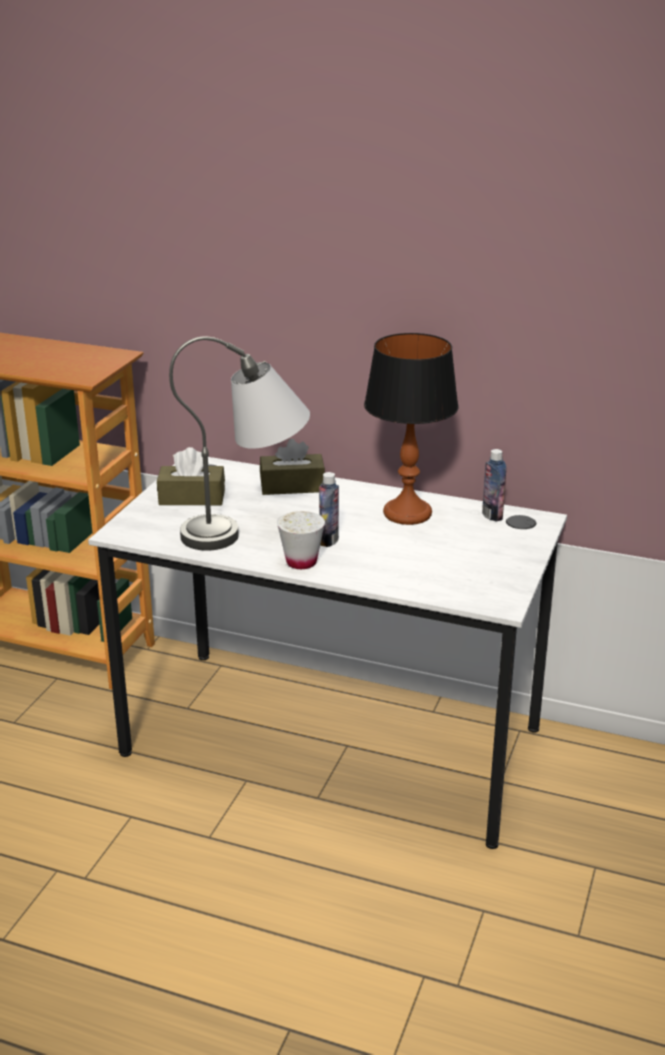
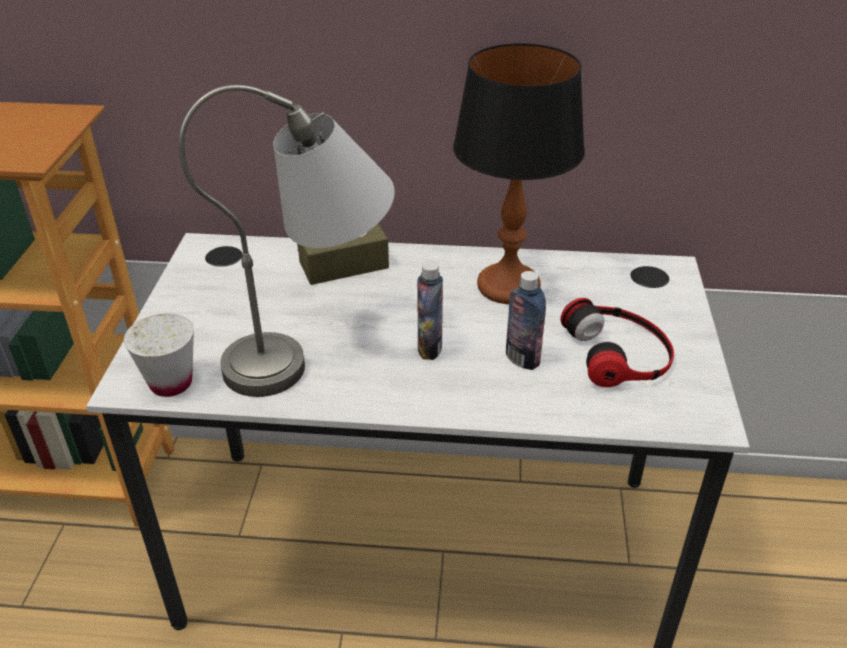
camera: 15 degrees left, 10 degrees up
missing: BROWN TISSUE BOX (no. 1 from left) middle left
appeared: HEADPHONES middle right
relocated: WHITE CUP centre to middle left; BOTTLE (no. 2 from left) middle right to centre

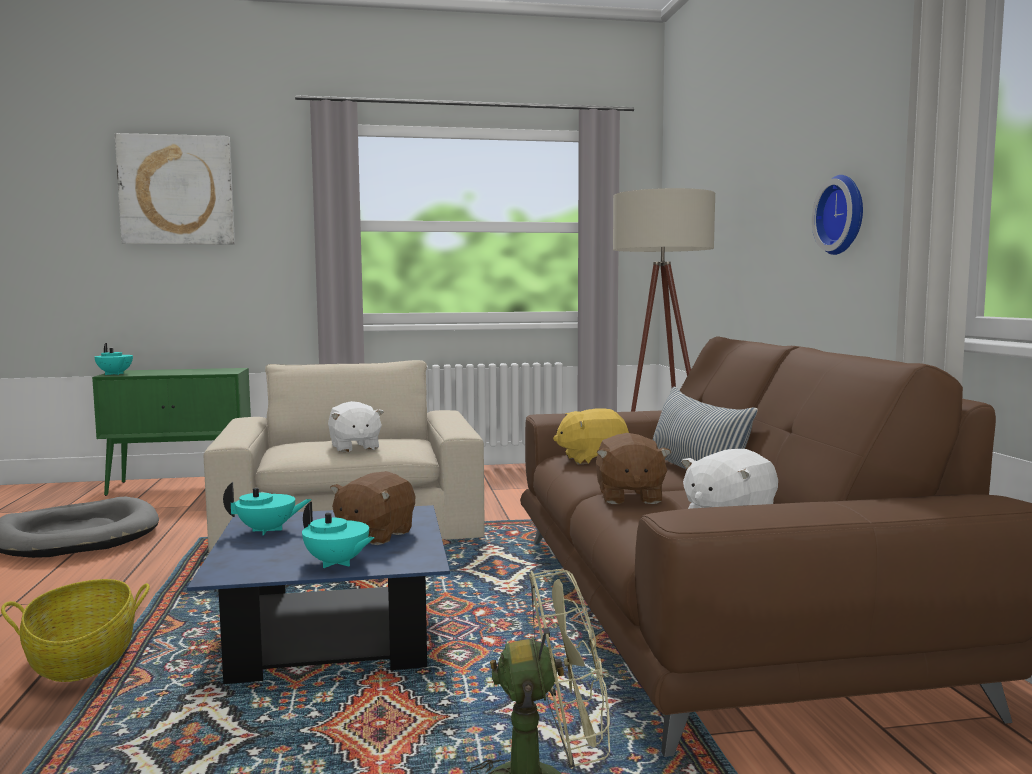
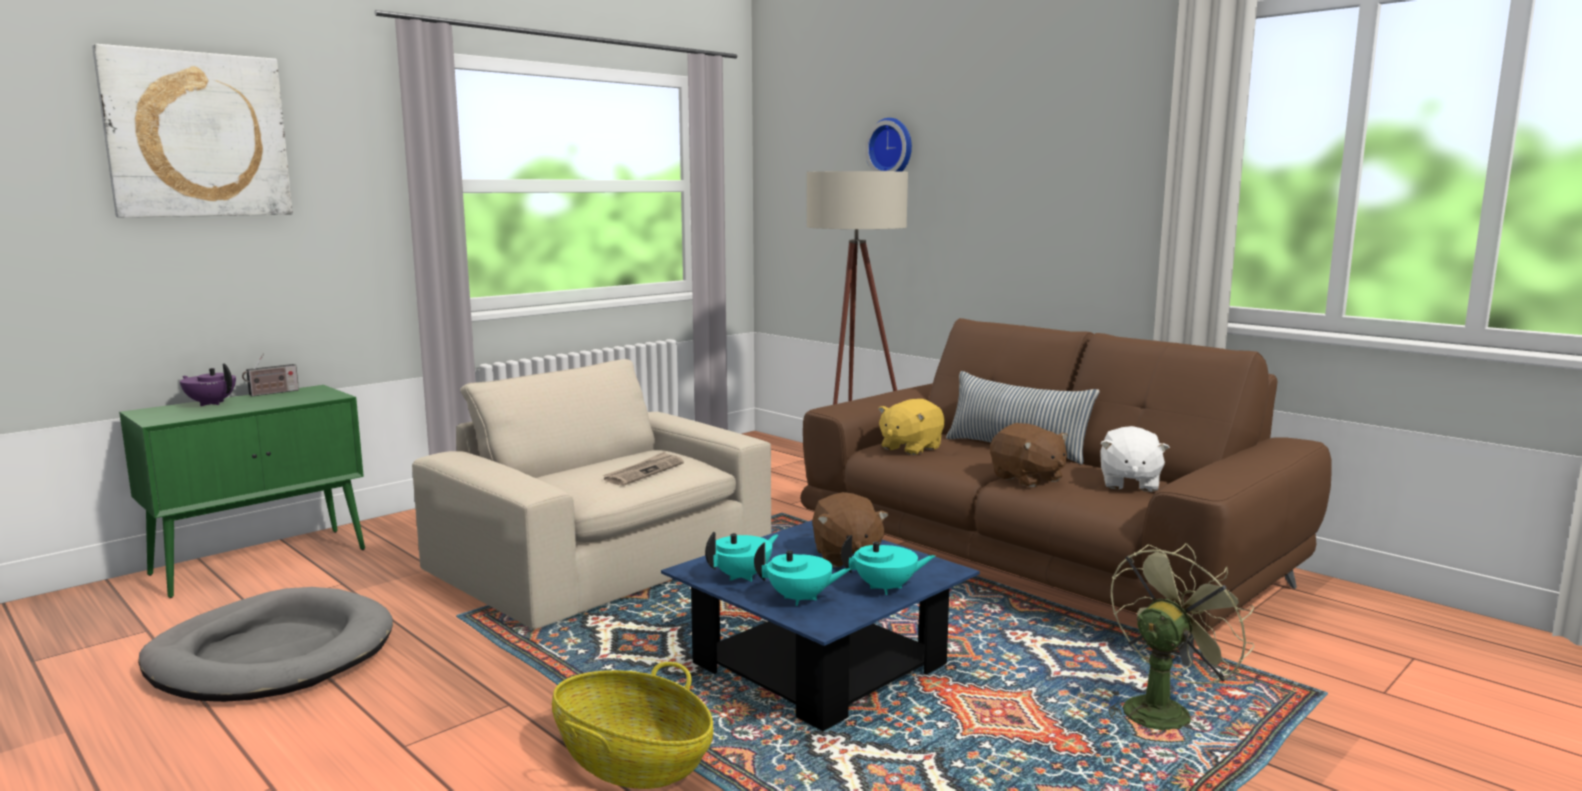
camera: 35 degrees left, 5 degrees up
appeared: PURPLE TEAPOT middle left; RADIO middle left
relocated: TURQUOISE TEAPOT (no. 1 from left in the first image) middle left to TURQUOISE TEAPOT (no. 2 from left) bottom centre; WALL CLOCK top right to top centre
exchanged: WHITE PLUSH TOY (no. 1 from left) centre to NEWSPAPER centre

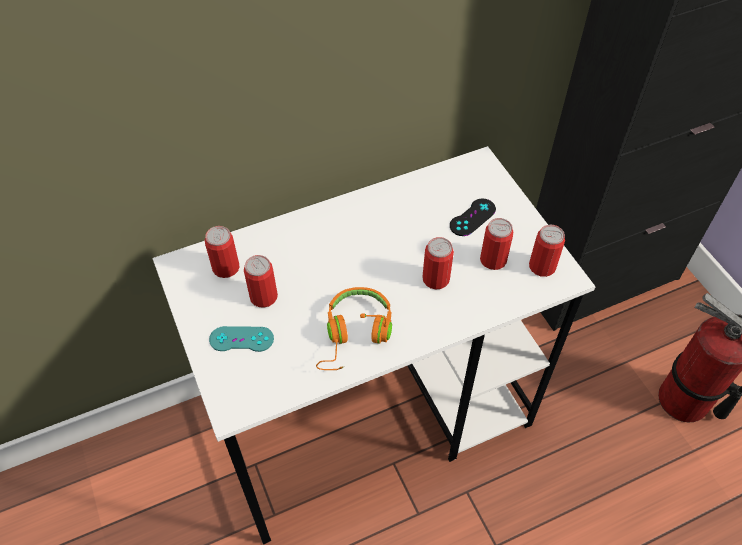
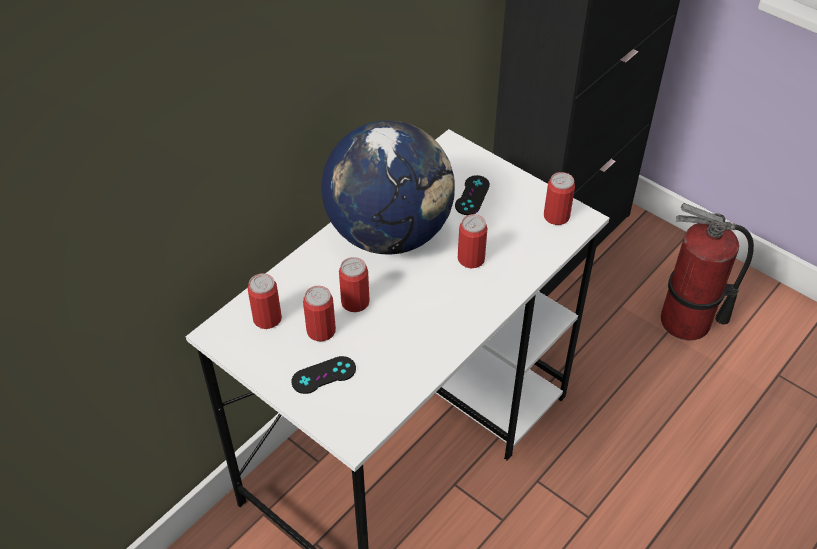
camera: 25 degrees left, 5 degrees down
missing: ORANGE HEADPHONES centre
appeared: GLOBE centre
relocated: CAN (no. 4 from left in the first image) middle right to CAN (no. 3 from left) centre
colour: TURQUOISE GAME CONTROLLER middle left to BLACK GAME CONTROLLER (no. 1 from left) bottom centre

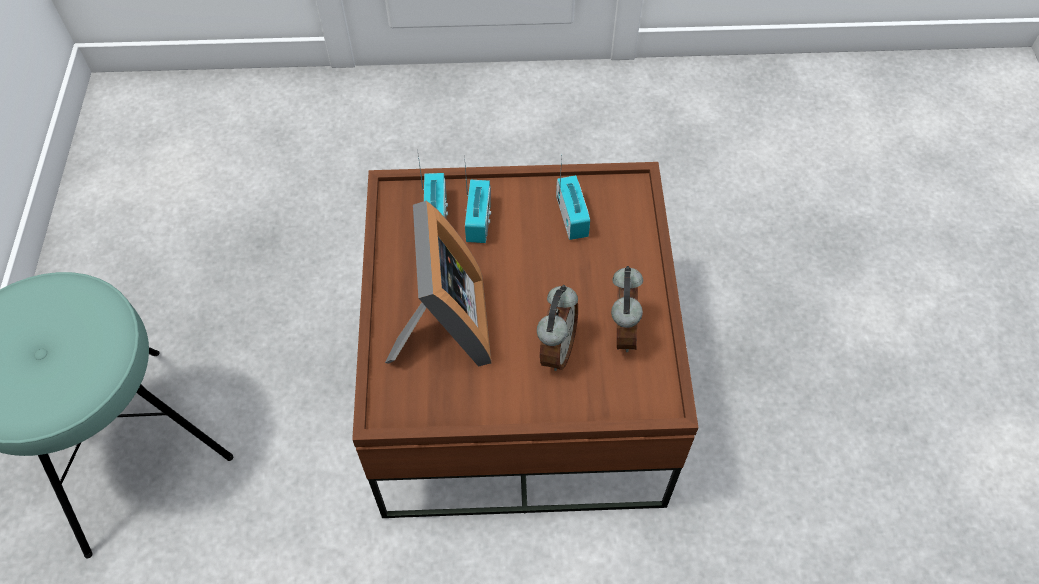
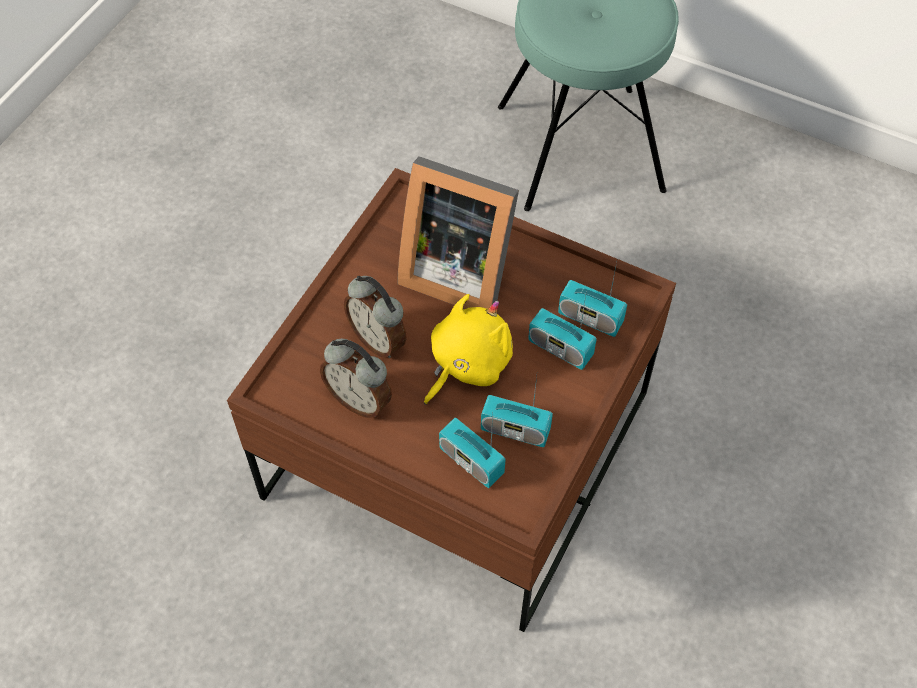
camera: 120 degrees right, 0 degrees up
appeared: YELLOW PLUSH TOY centre; RADIO (no. 1 from left) centre

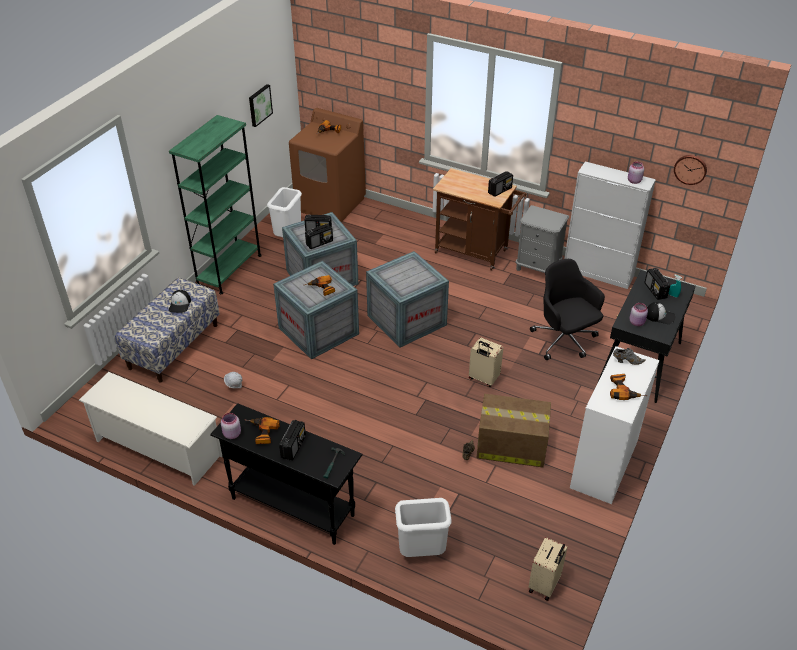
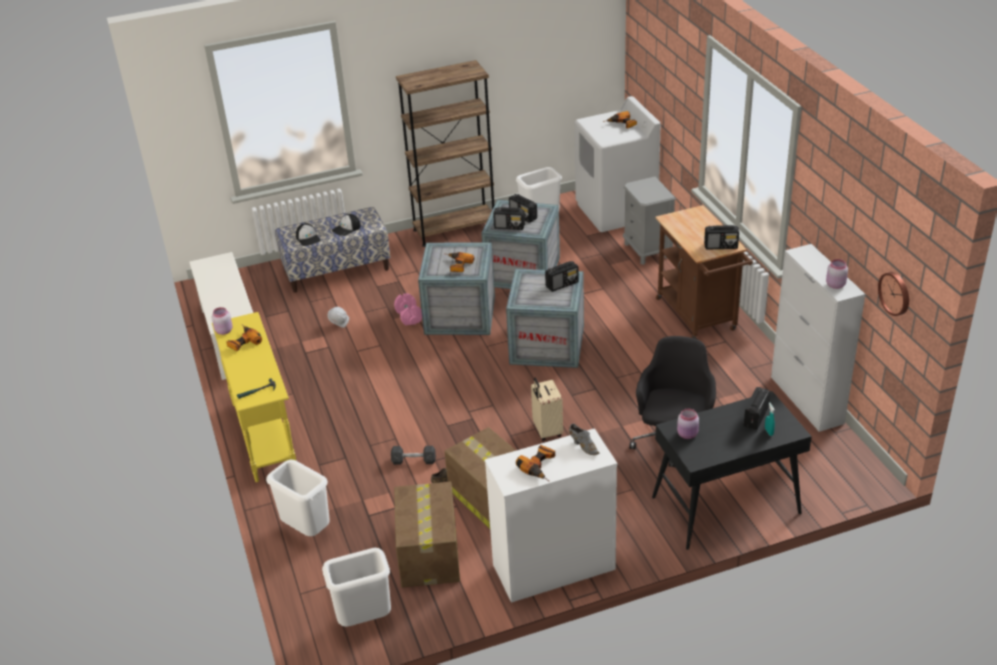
camera: 45 degrees right, 5 degrees down
missing: PICTURE top left
appeared: GREY DUMBBELL bottom centre; PINK DUMBBELL centre; CARDBOARD BOX (no. 1 from left) bottom centre
relocated: CAP (no. 2 from left in the first image) middle right to CAP (no. 1 from left) middle left; RADIO (no. 1 from left in the first image) bottom centre to RADIO (no. 3 from left) centre; GREY NIGHTSTAND middle right to top centre
exchanged: BEIGE SUITCASE (no. 2 from left) bottom right to WHITE TRASH CAN (no. 2 from left) bottom centre
colour: BLACK CONSOLE TABLE bottom centre to YELLOW CONSOLE TABLE middle left; GREEN BOOKCASE top left to BROWN BOOKCASE top centre; BROWN WASHING MACHINE top centre to WHITE WASHING MACHINE top centre

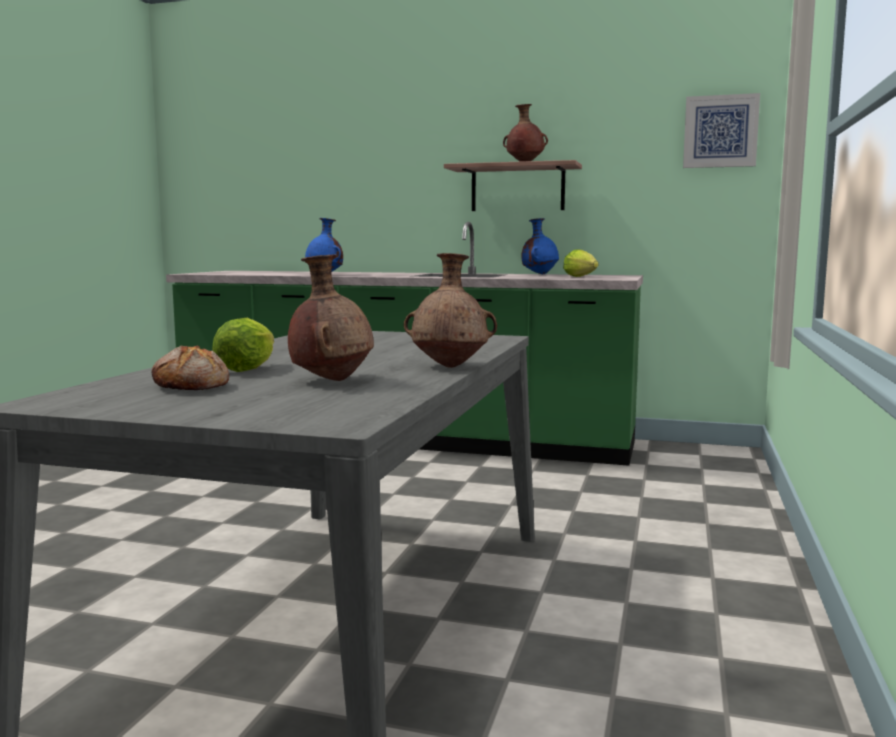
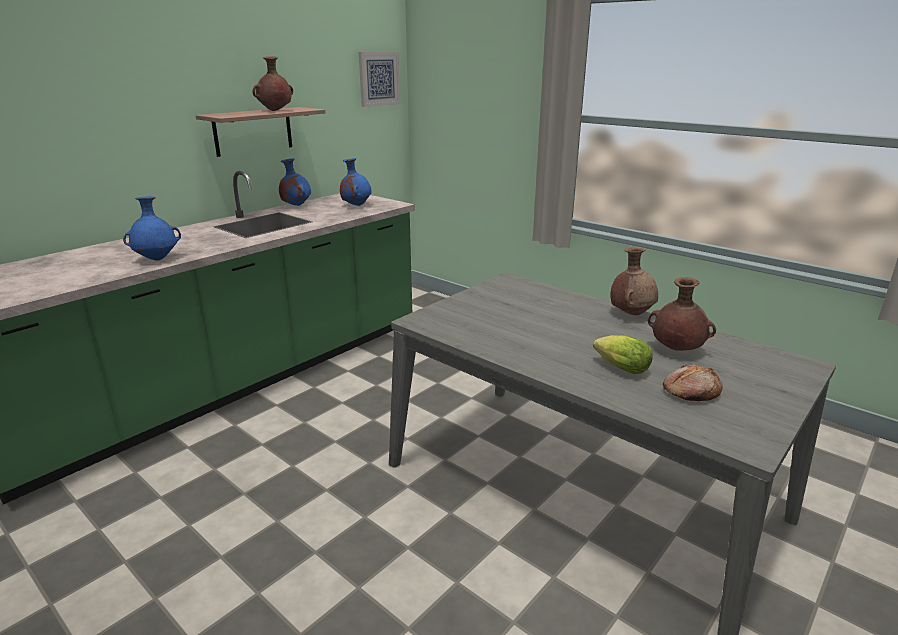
camera: 65 degrees left, 15 degrees up
exchanged: LETTUCE (no. 2 from left) centre to BLUE VASE (no. 3 from left) top centre

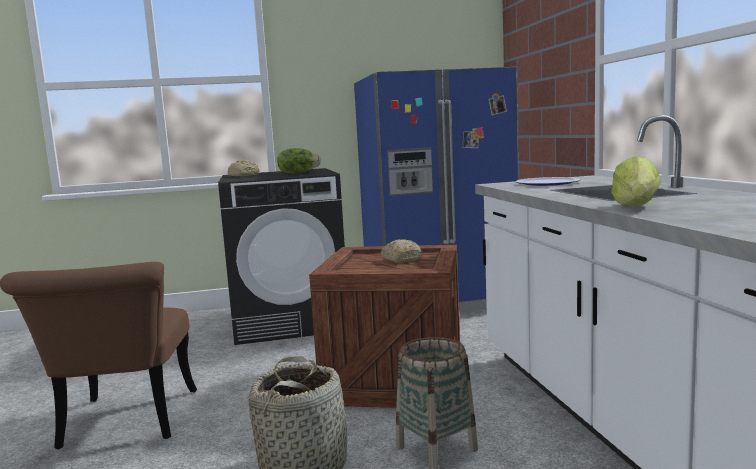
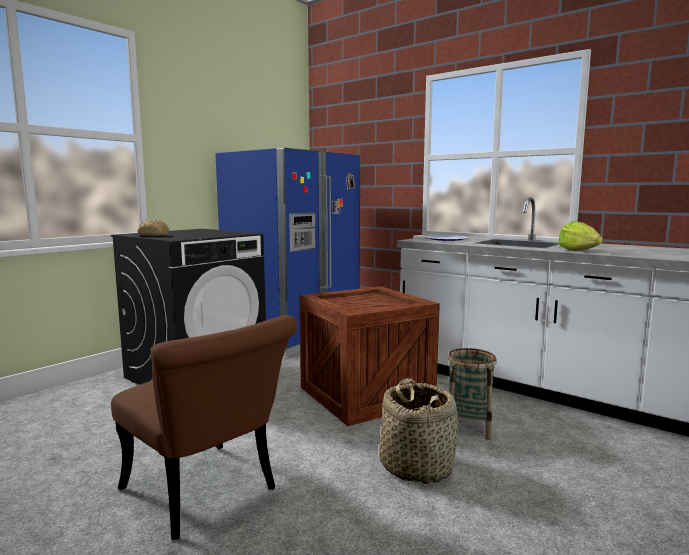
camera: 40 degrees left, 0 degrees up
missing: LETTUCE (no. 1 from left) centre; BREAD (no. 2 from left) centre

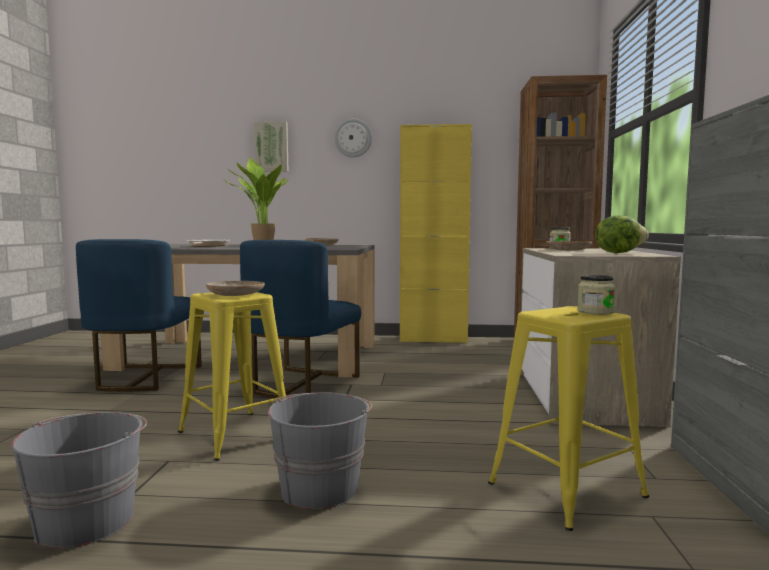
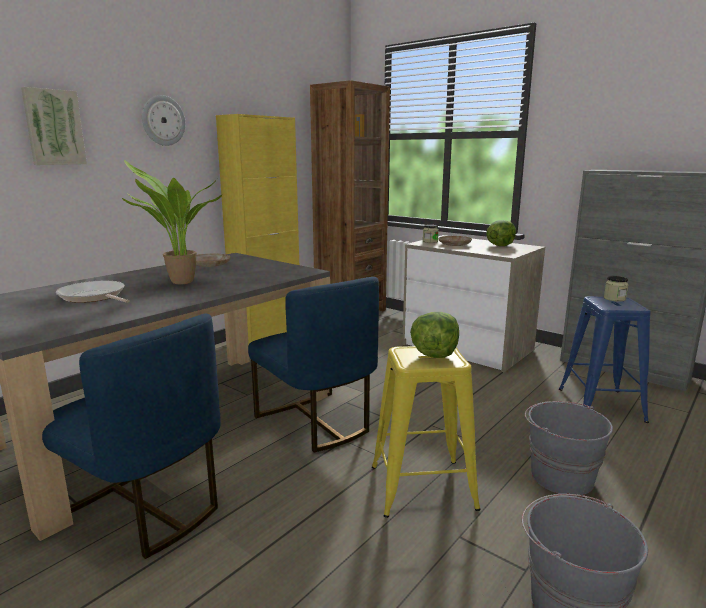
camera: 55 degrees left, 10 degrees up
exchanged: BEIGE PLATE (no. 1 from left) middle left to LETTUCE (no. 1 from left) centre
colour: YELLOW STOOL (no. 2 from left) bottom right to BLUE STOOL middle right

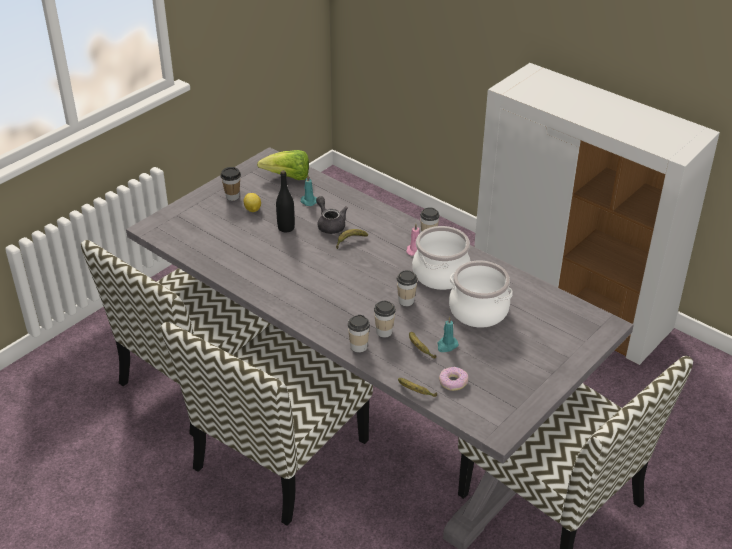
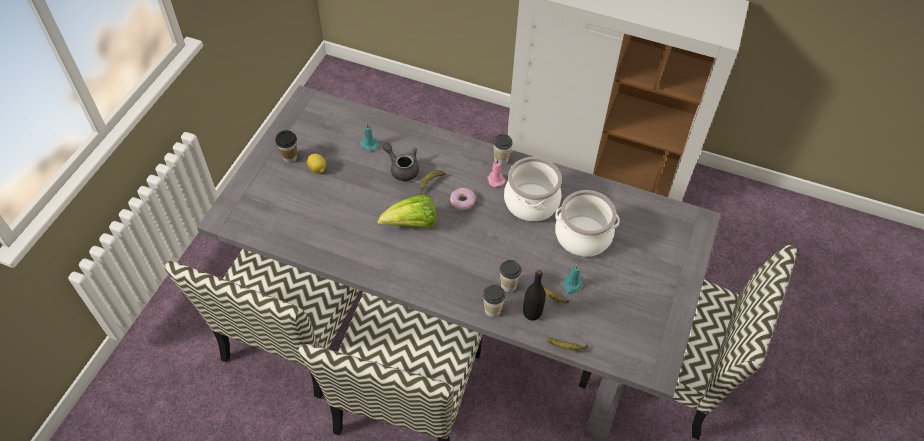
camera: 20 degrees left, 15 degrees up
missing: CUP (no. 4 from left) centre
relocated: LETTUCE top centre to centre; DONUT bottom centre to centre; BLACK BOTTLE centre to bottom centre

